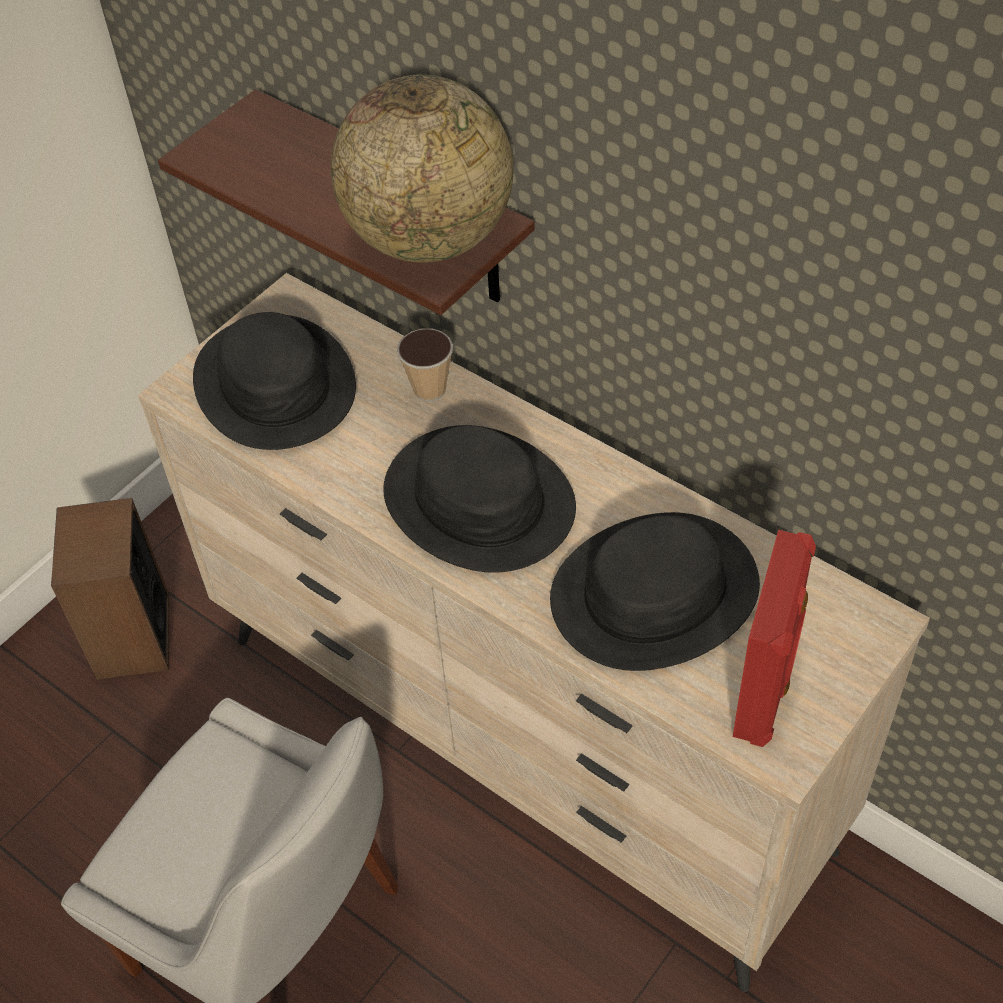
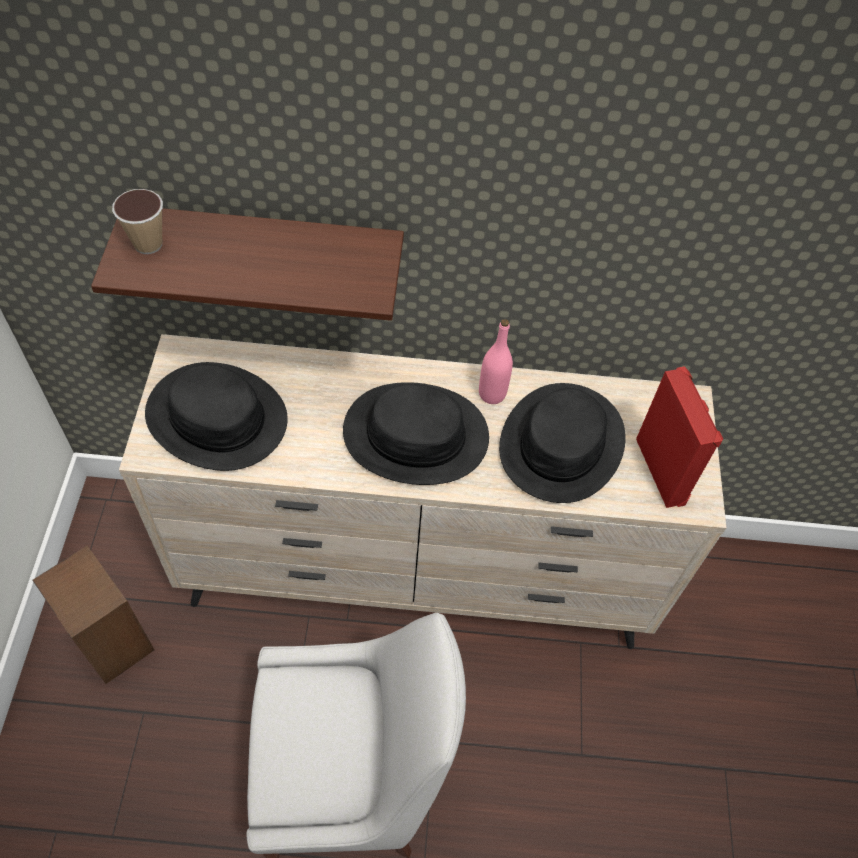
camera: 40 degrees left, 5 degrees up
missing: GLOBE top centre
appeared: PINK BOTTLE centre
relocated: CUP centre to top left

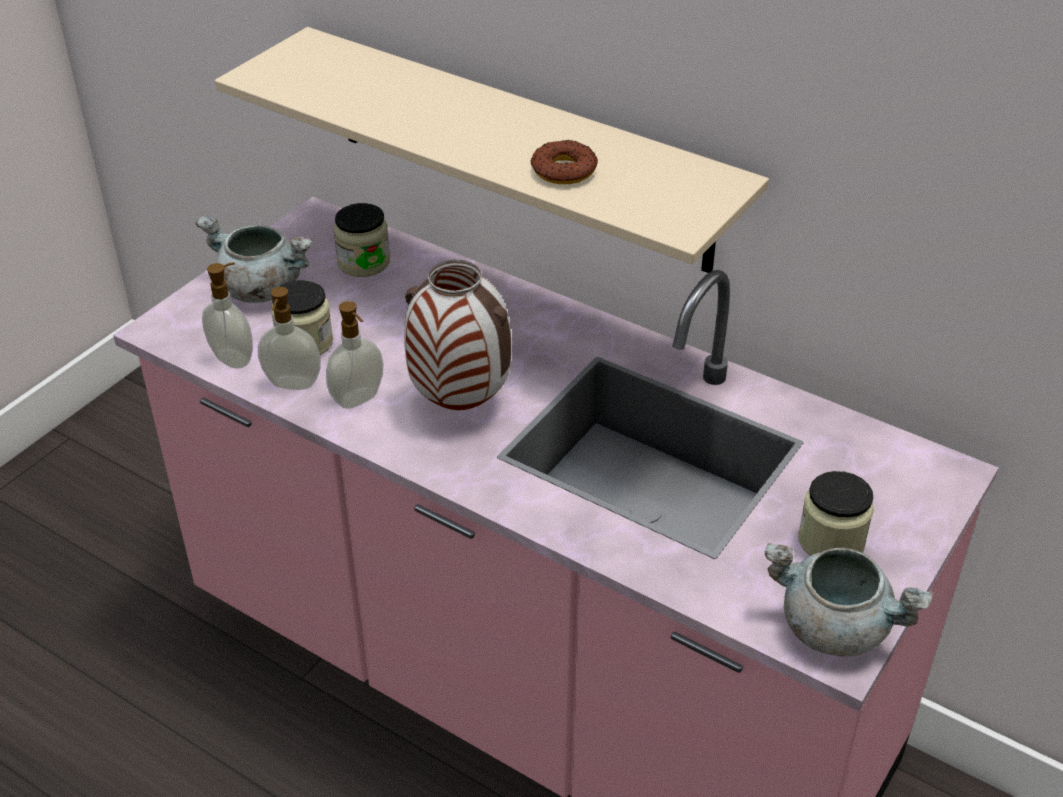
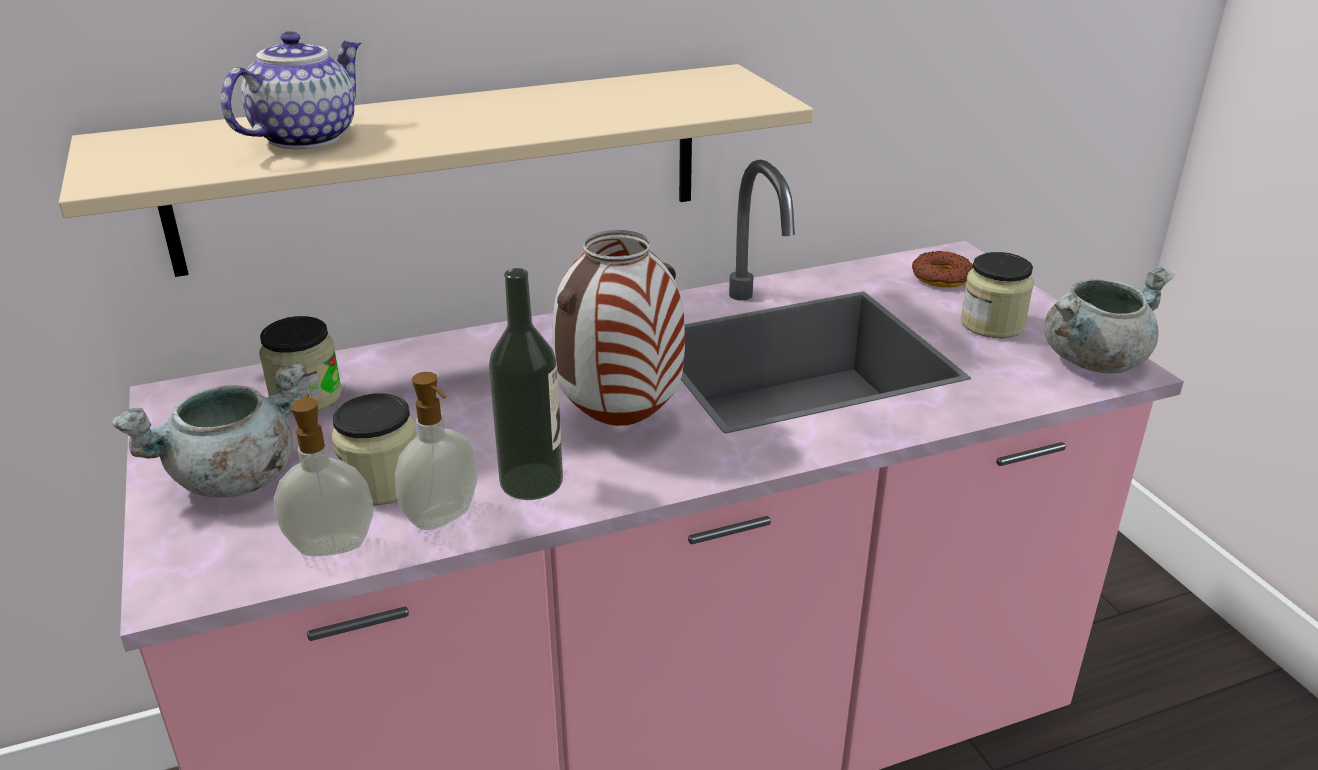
camera: 55 degrees left, 10 degrees down
appeared: TEAPOT top left
relocated: DONUT top centre to middle right
exchanged: SOAP DISPENSER (no. 3 from left) middle left to BOTTLE centre

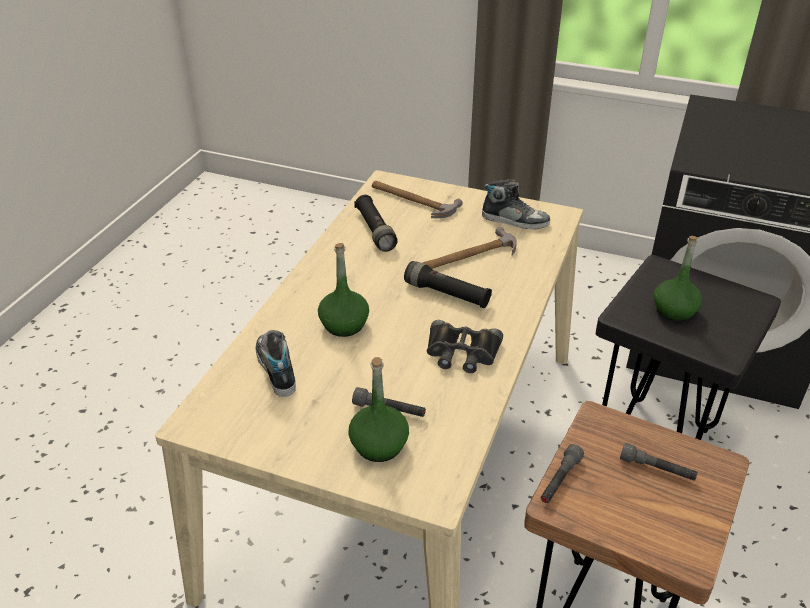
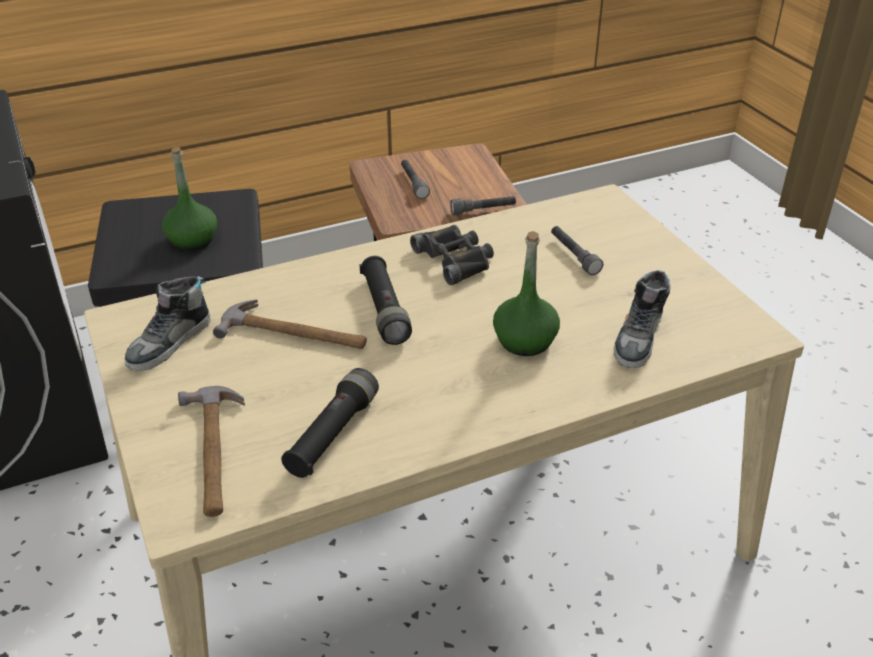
camera: 135 degrees left, 0 degrees up
missing: GREEN BOTTLE (no. 2 from left) bottom centre
spun: SHOE (no. 2 from left in the first image) centre = middle left 120 degrees counterclockwise

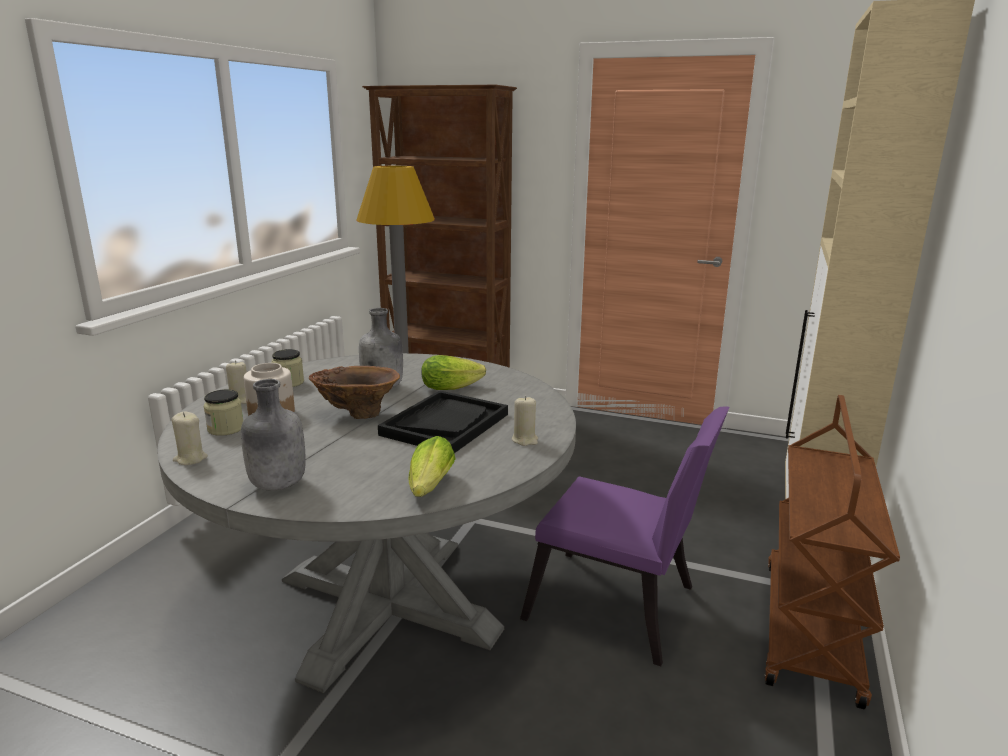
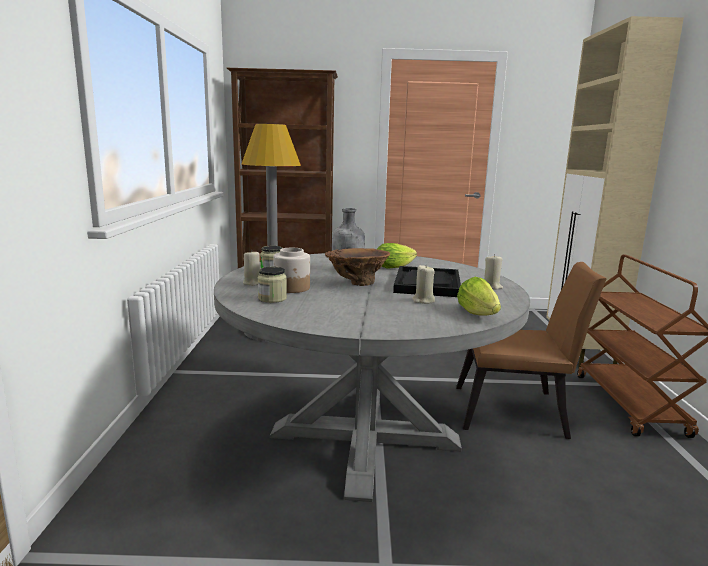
camera: 20 degrees left, 5 degrees down
missing: GREY BOTTLE (no. 1 from left) middle left
relocated: BEIGE CANDLE (no. 1 from left in the first image) middle left to BEIGE CANDLE (no. 2 from left) centre
colour: PURPLE CHAIR bottom centre to BROWN CHAIR middle right

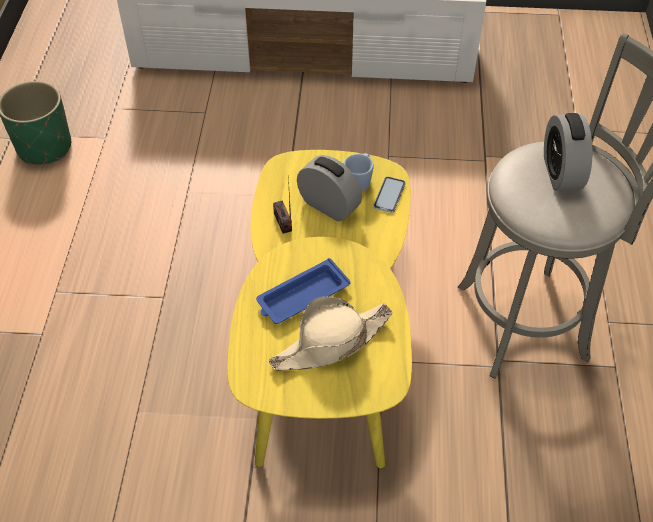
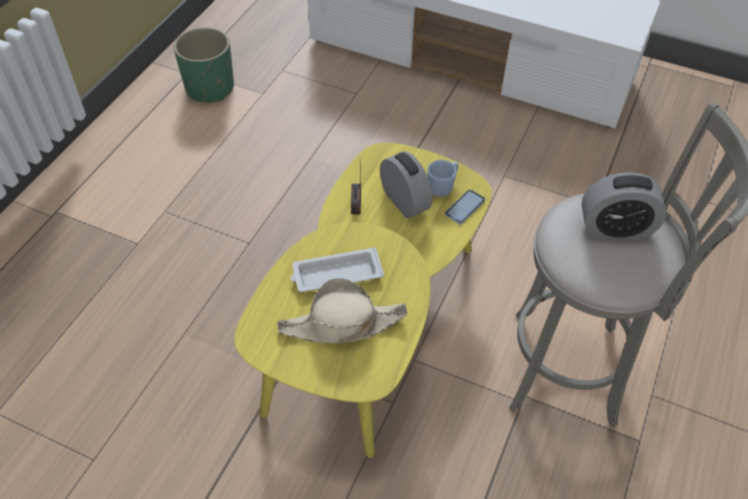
camera: 20 degrees right, 0 degrees up
colour: BLUE TRAY centre to WHITE TRAY centre
spun: ALARM CLOCK (no. 2 from left) top right = middle right 105 degrees counterclockwise

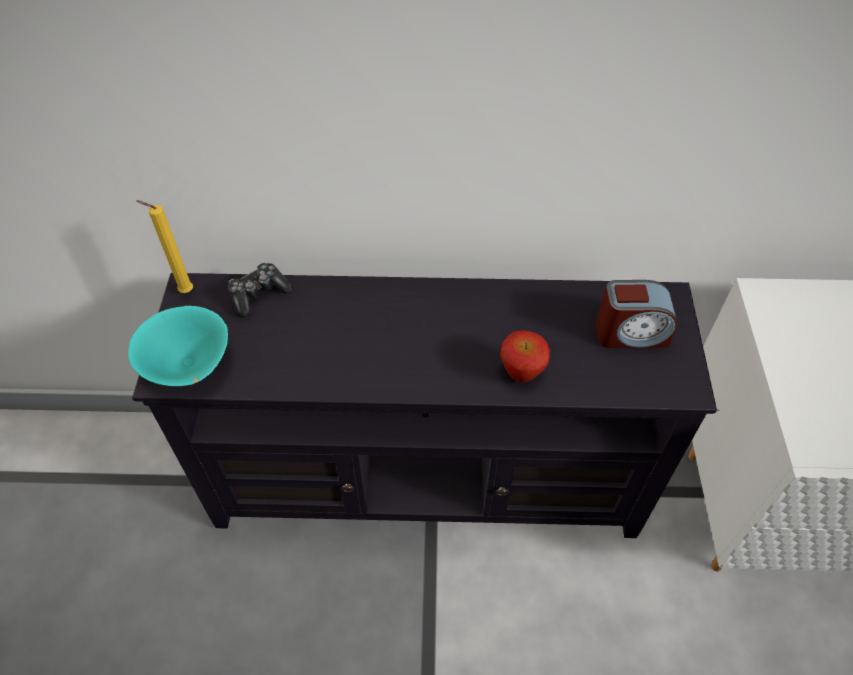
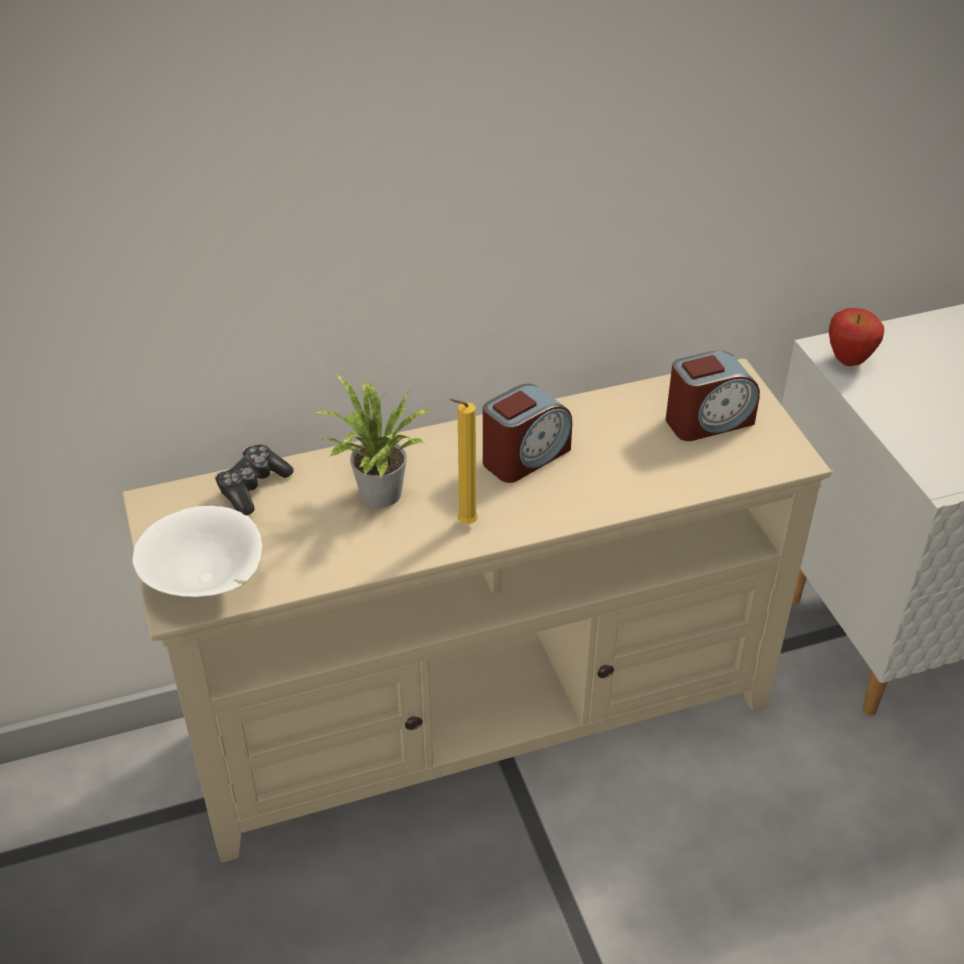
camera: 20 degrees left, 10 degrees down
appeared: POTTED PLANT centre; ALARM CLOCK (no. 1 from left) centre
relocated: YELLOW CANDLE middle left to centre; APPLE centre to middle right
colour: BLACK TV STAND centre to BEIGE TV STAND centre; TURQUOISE BOWL middle left to WHITE BOWL middle left

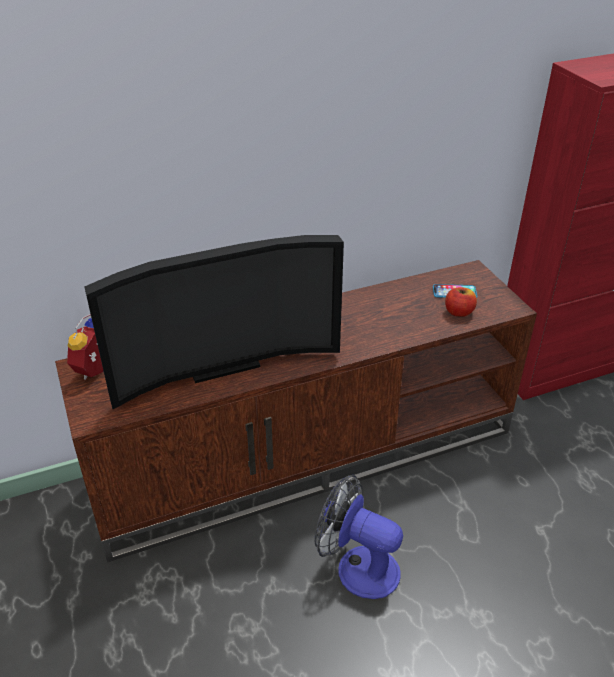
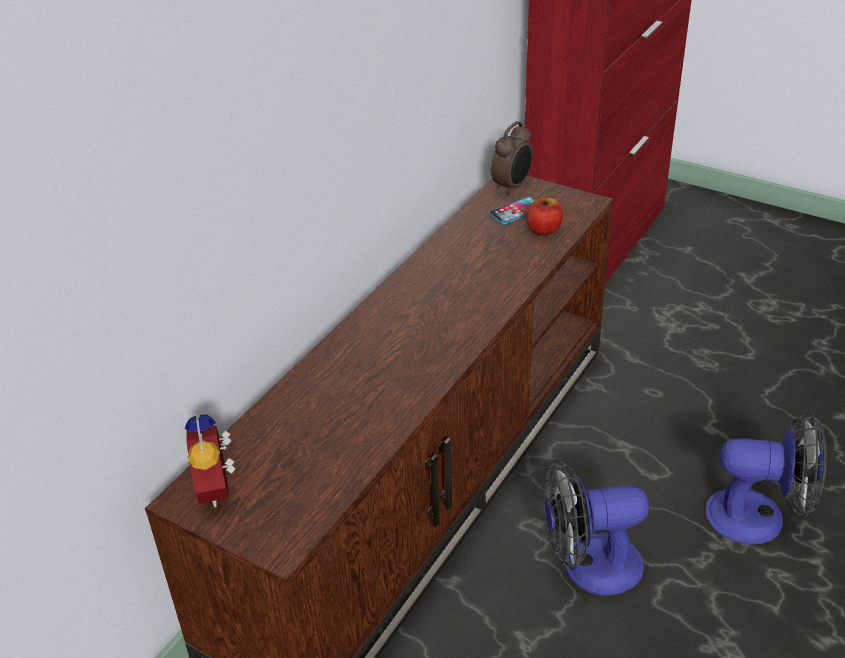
camera: 35 degrees left, 0 degrees up
missing: TELEVISION centre
appeared: ALARM CLOCK (no. 2 from left) top centre; FAN (no. 2 from left) bottom right

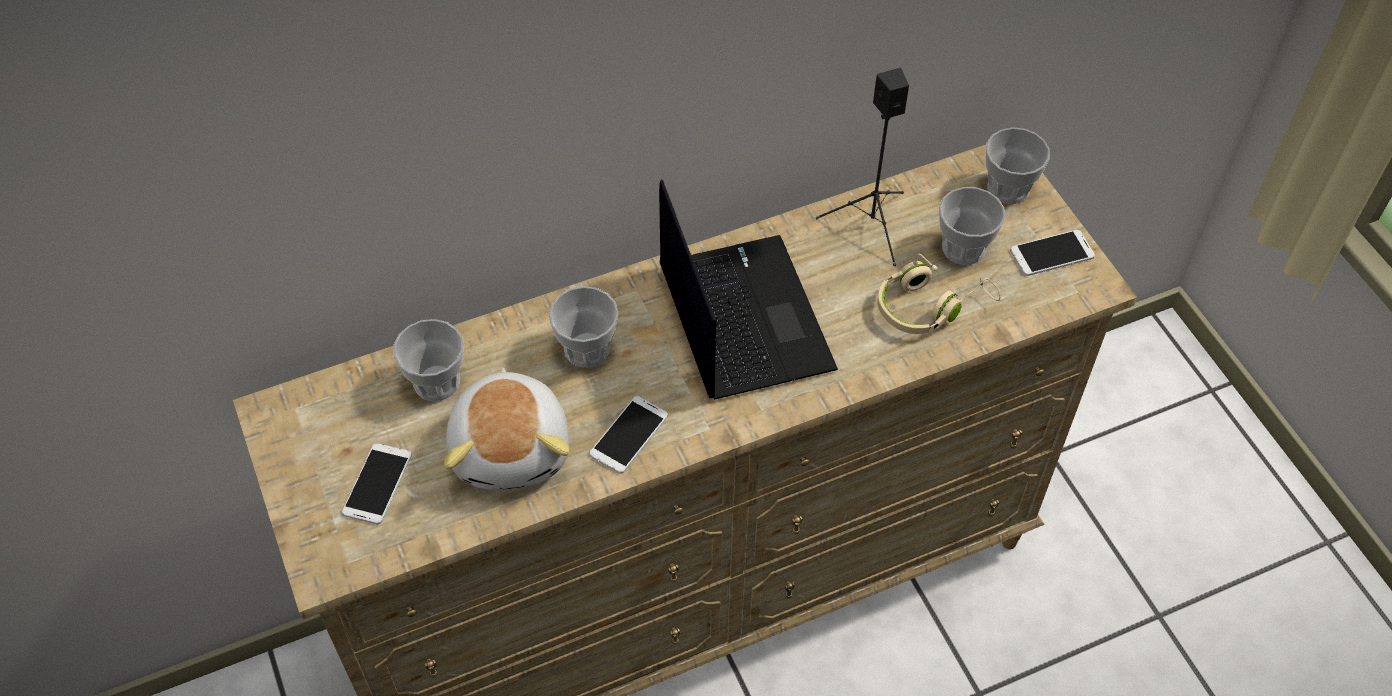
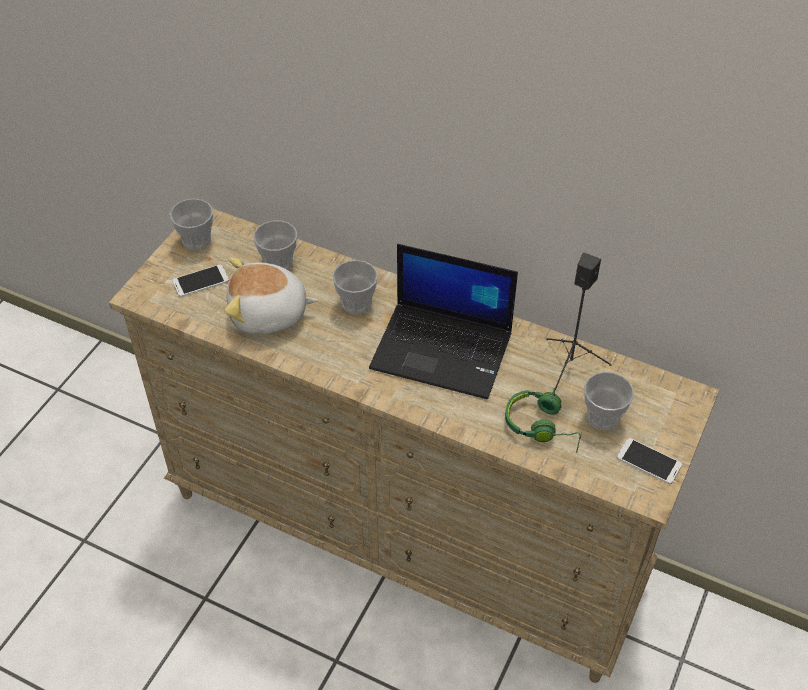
camera: 50 degrees right, 5 degrees down
missing: PHONE (no. 2 from left) centre
relocated: CUP (no. 4 from left in the first image) top right to CUP (no. 1 from left) top left
colour: BEIGE HEADPHONES middle right to GREEN HEADPHONES middle right
spun: PLUSH TOY centre = centre 45 degrees clockwise; LAPTOP centre = centre 75 degrees clockwise

